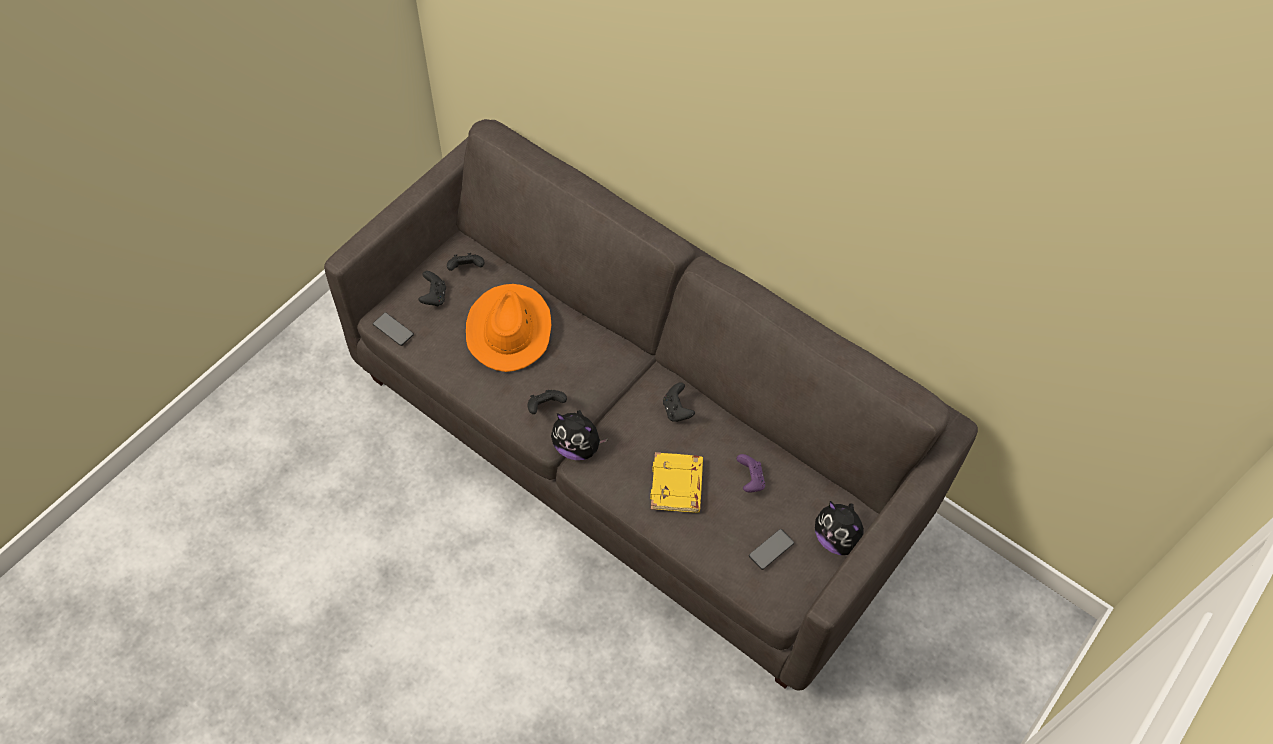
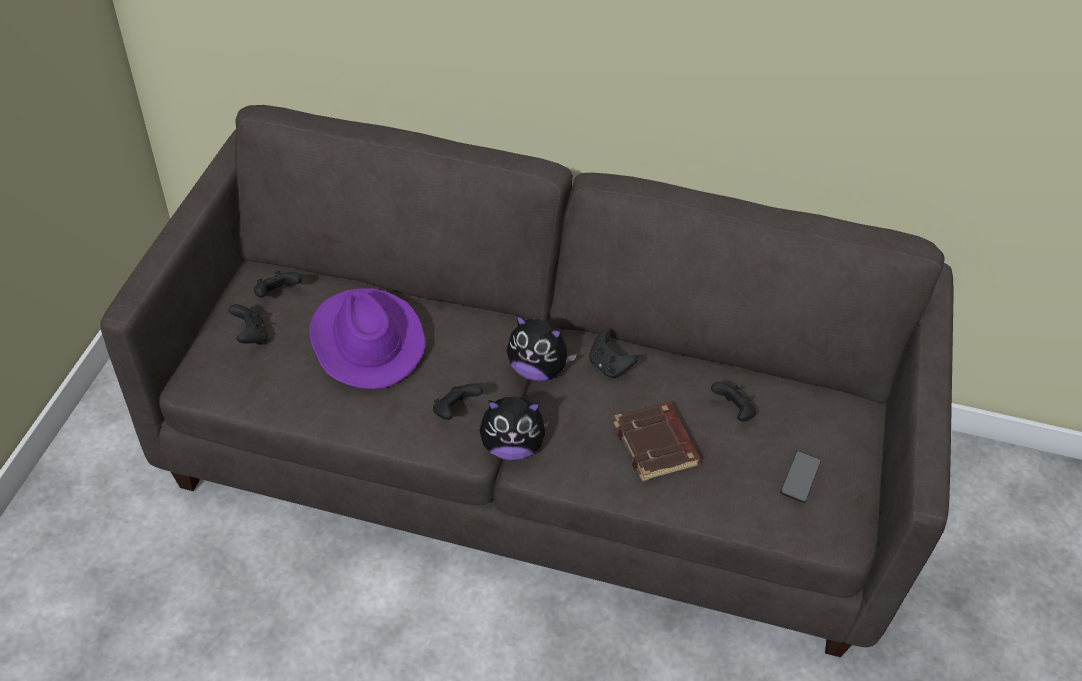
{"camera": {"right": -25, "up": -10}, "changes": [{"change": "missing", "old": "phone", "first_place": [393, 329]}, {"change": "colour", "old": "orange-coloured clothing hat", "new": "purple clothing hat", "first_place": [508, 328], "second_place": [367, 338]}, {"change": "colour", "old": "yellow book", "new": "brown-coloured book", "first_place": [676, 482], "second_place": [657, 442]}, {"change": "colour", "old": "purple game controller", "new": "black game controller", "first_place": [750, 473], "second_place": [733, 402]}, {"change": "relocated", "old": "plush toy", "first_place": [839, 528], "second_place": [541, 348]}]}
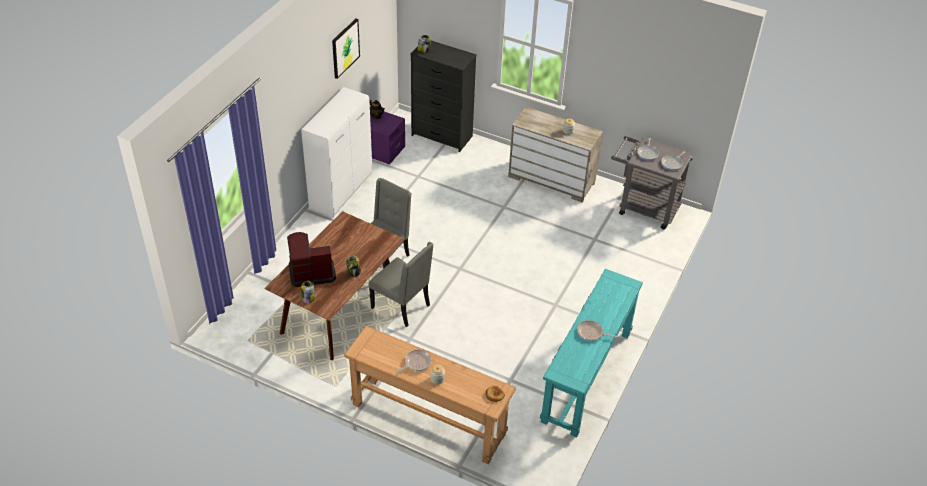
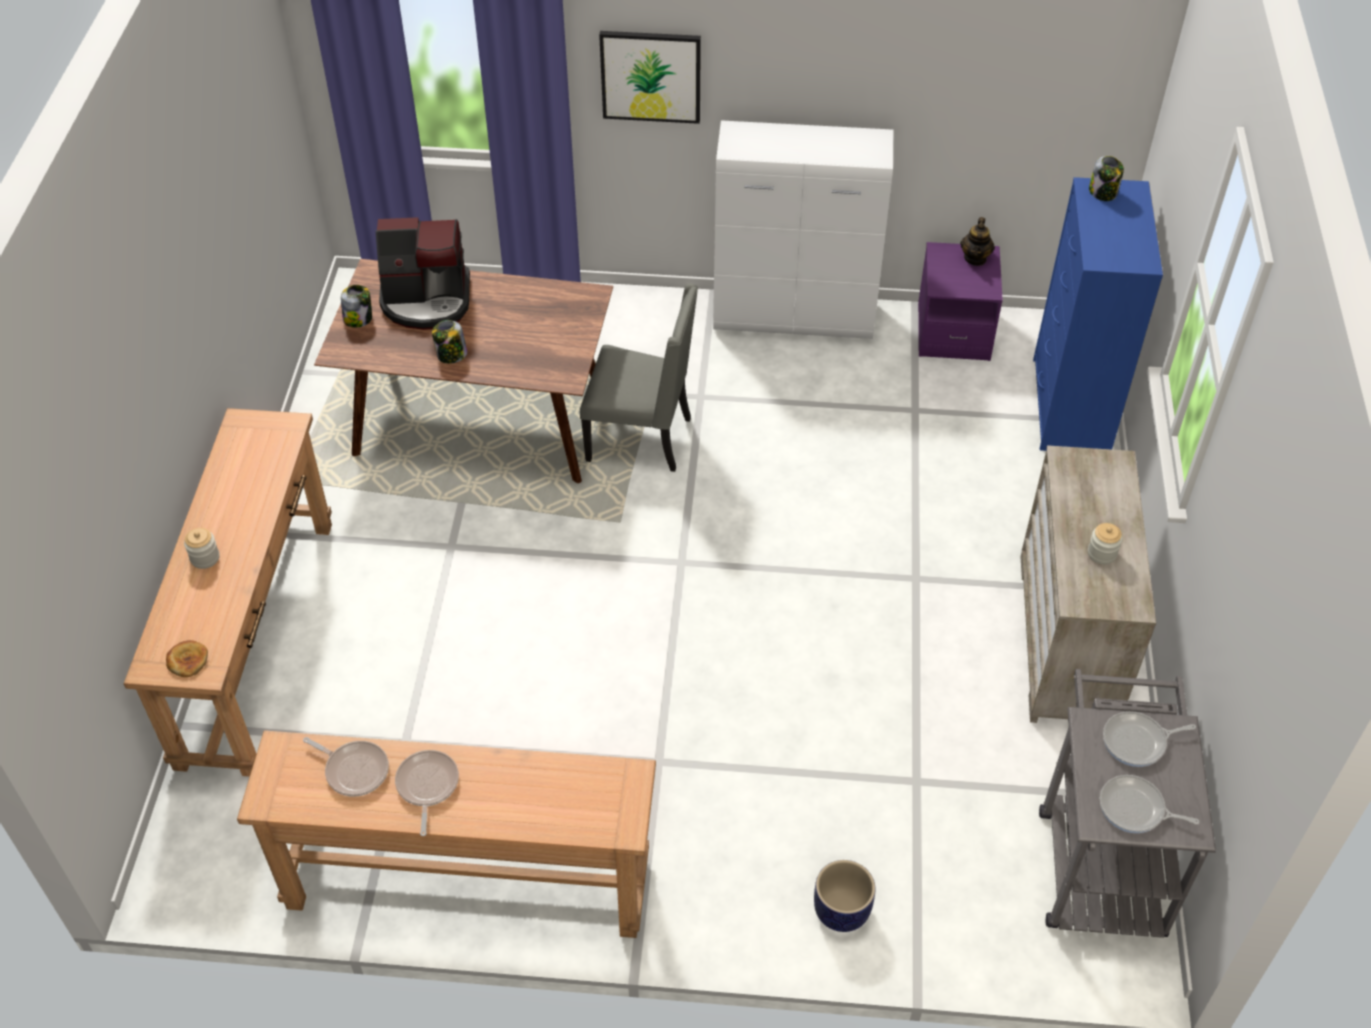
{"camera": {"right": 70, "up": 5}, "changes": [{"change": "spun", "old": "coffee maker", "first_place": [311, 259], "second_place": [423, 273], "degrees": 120}, {"change": "relocated", "old": "wall art", "first_place": [346, 49], "second_place": [650, 77]}, {"change": "missing", "old": "greyish upright chair", "first_place": [401, 284]}, {"change": "relocated", "old": "frying pan", "first_place": [413, 361], "second_place": [346, 767]}, {"change": "colour", "old": "black dresser", "new": "bluish dresser", "first_place": [443, 96], "second_place": [1098, 314]}, {"change": "colour", "old": "turquoise-coloured console table", "new": "brown-coloured console table", "first_place": [591, 353], "second_place": [446, 834]}, {"change": "appeared", "new": "flower pot", "second_place": [844, 896]}]}
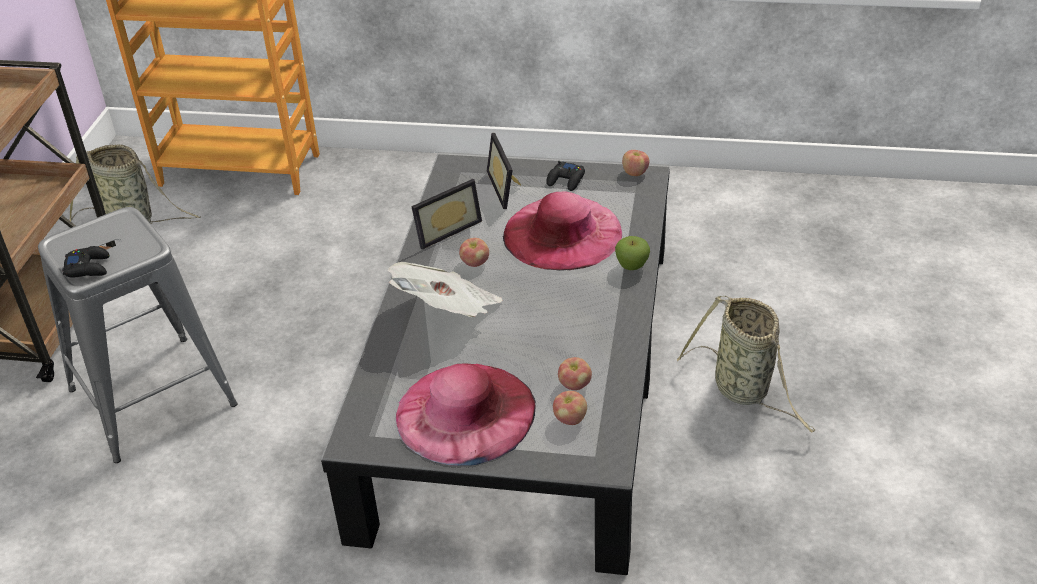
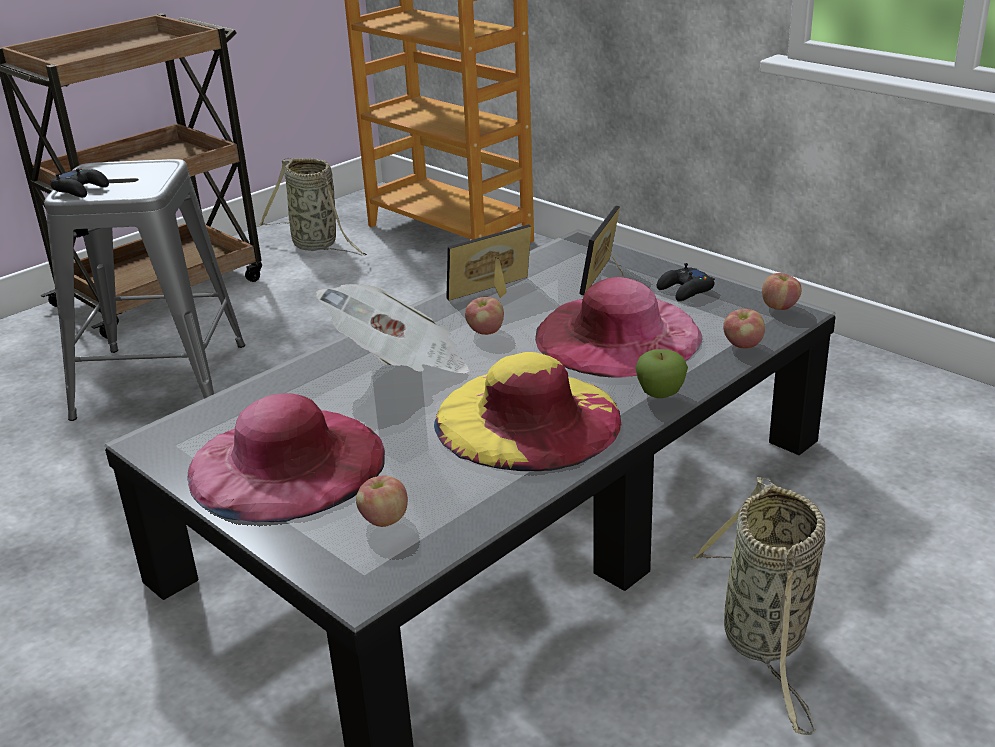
{"camera": {"right": 35, "up": -10}, "changes": [{"change": "spun", "old": "picture frame", "first_place": [446, 214], "second_place": [488, 262], "degrees": 150}, {"change": "relocated", "old": "apple", "first_place": [575, 373], "second_place": [744, 329]}, {"change": "appeared", "new": "yellow clothing hat", "second_place": [527, 411]}]}
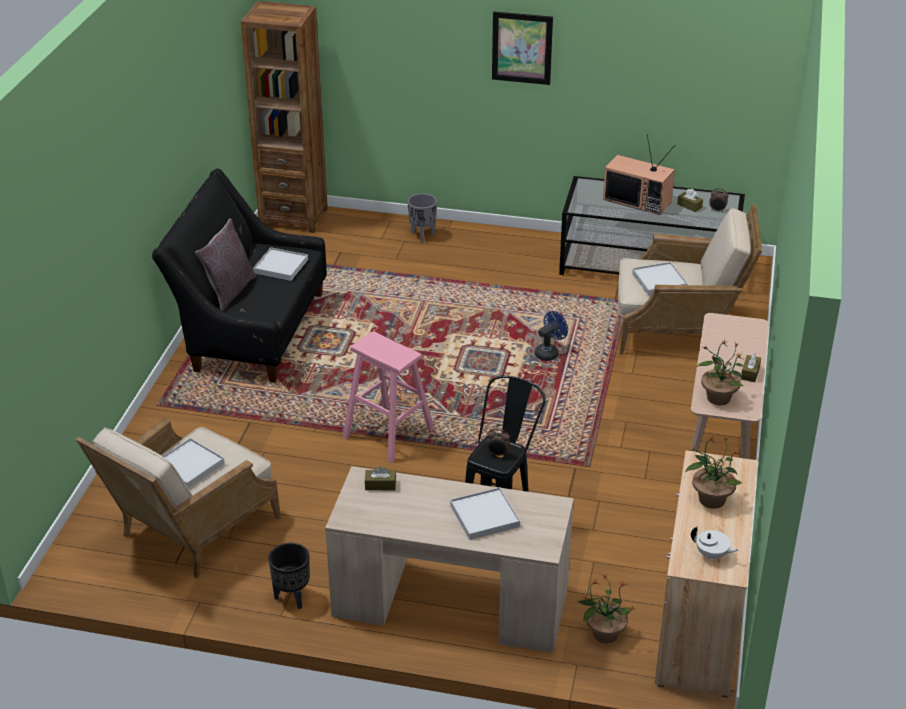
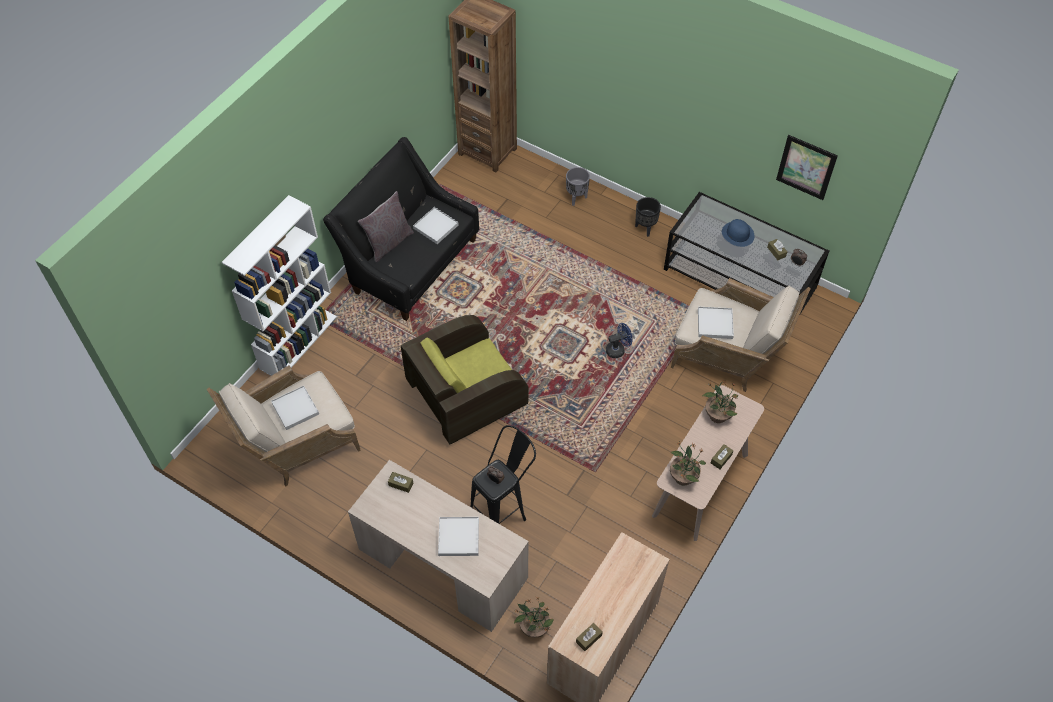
{"camera": {"right": 20, "up": 20}, "changes": [{"change": "relocated", "old": "black flower pot", "first_place": [289, 576], "second_place": [648, 217]}, {"change": "exchanged", "old": "pinkish sitting stool", "new": "brown-coloured easy chair", "first_place": [388, 397], "second_place": [464, 380]}, {"change": "relocated", "old": "wall art", "first_place": [522, 48], "second_place": [807, 167]}, {"change": "exchanged", "old": "television", "new": "bluish clothing hat", "first_place": [639, 174], "second_place": [738, 233]}, {"change": "relocated", "old": "plant in a pot", "first_place": [713, 472], "second_place": [721, 402]}, {"change": "exchanged", "old": "white-coloured teapot", "new": "brown-coloured tissue box", "first_place": [715, 543], "second_place": [589, 637]}, {"change": "appeared", "new": "white-coloured bookshelf", "second_place": [279, 285]}]}
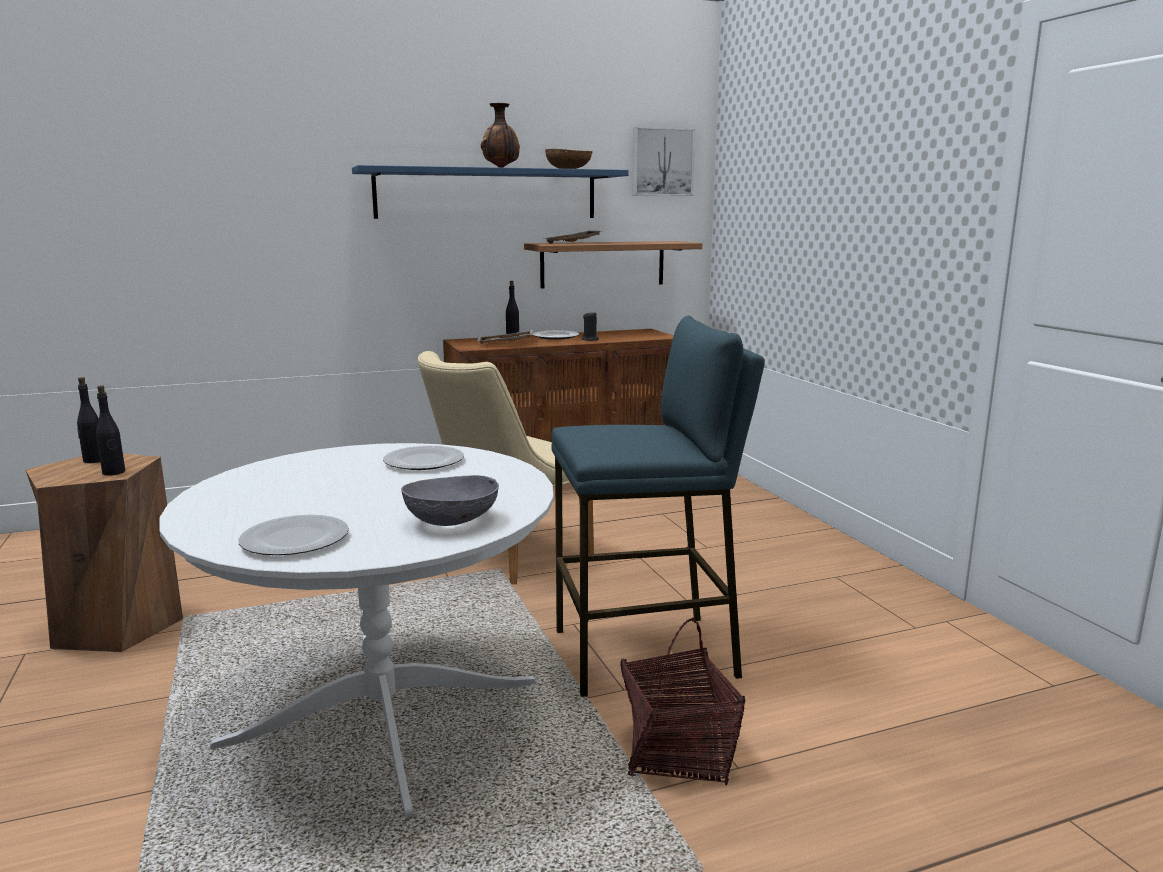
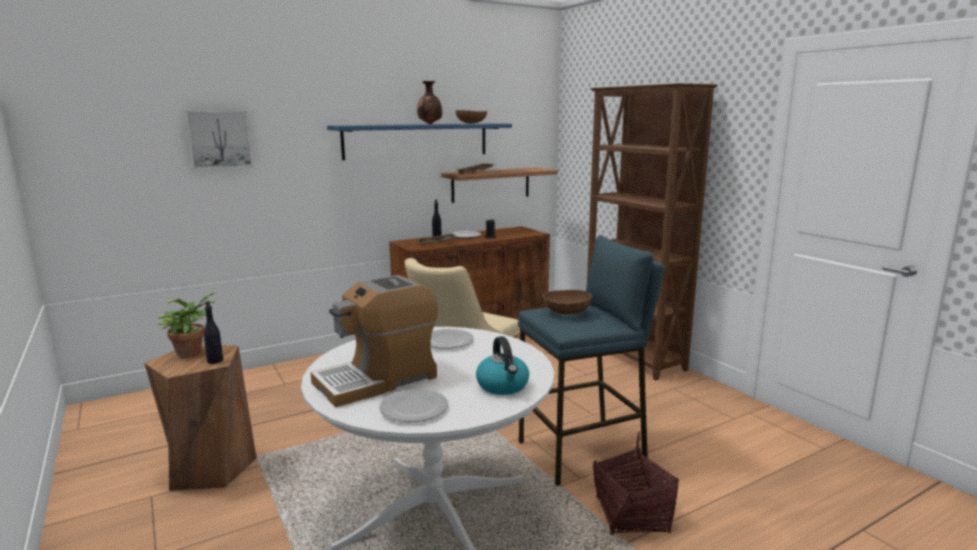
{"camera": {"right": -10, "up": 0}, "changes": [{"change": "exchanged", "old": "black drink bottle", "new": "plant in a pot", "first_place": [88, 420], "second_place": [187, 325]}, {"change": "exchanged", "old": "greyish deep dish", "new": "tea kettle", "first_place": [450, 500], "second_place": [502, 365]}, {"change": "relocated", "old": "wall art", "first_place": [663, 161], "second_place": [219, 140]}, {"change": "appeared", "new": "coffee maker", "second_place": [374, 341]}, {"change": "appeared", "new": "brown-coloured deep dish", "second_place": [567, 302]}, {"change": "appeared", "new": "brown-coloured bookshelf", "second_place": [652, 231]}]}
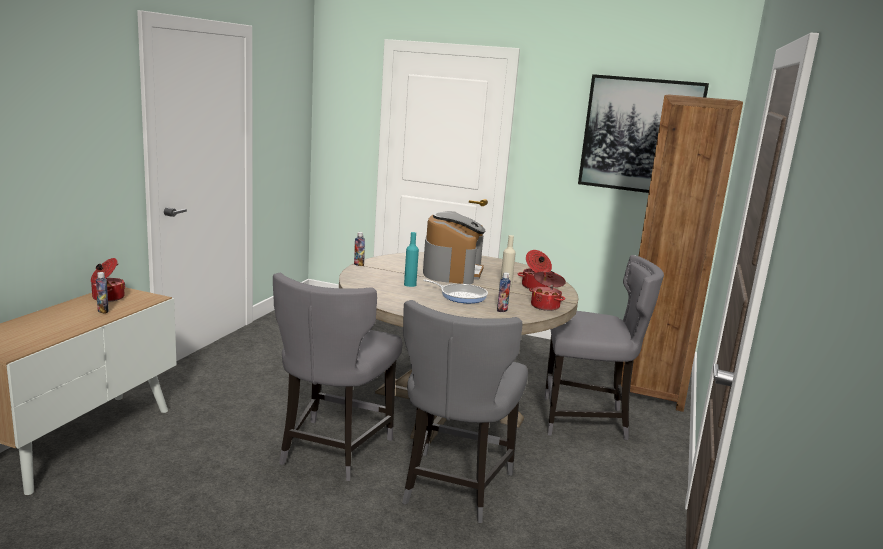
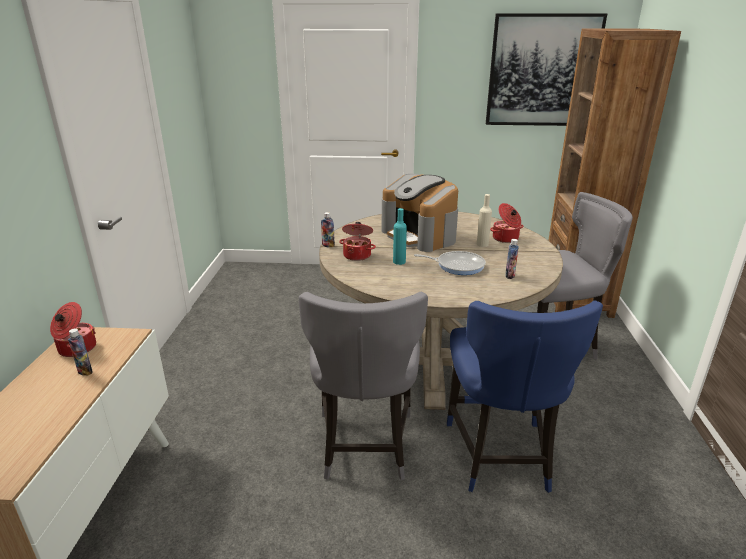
{"camera": {"right": -15, "up": 10}, "changes": [{"change": "colour", "old": "greyish upright chair", "new": "bluish upright chair", "first_place": [465, 411], "second_place": [525, 396]}, {"change": "spun", "old": "coffee maker", "first_place": [454, 247], "second_place": [420, 213], "degrees": 150}, {"change": "relocated", "old": "stockpot", "first_place": [547, 291], "second_place": [357, 241]}]}
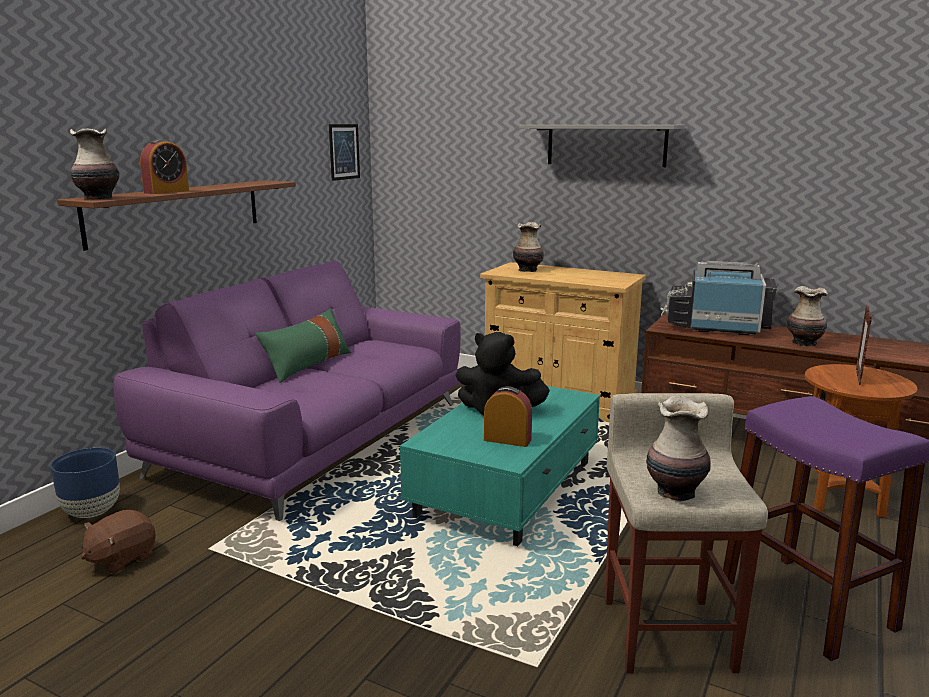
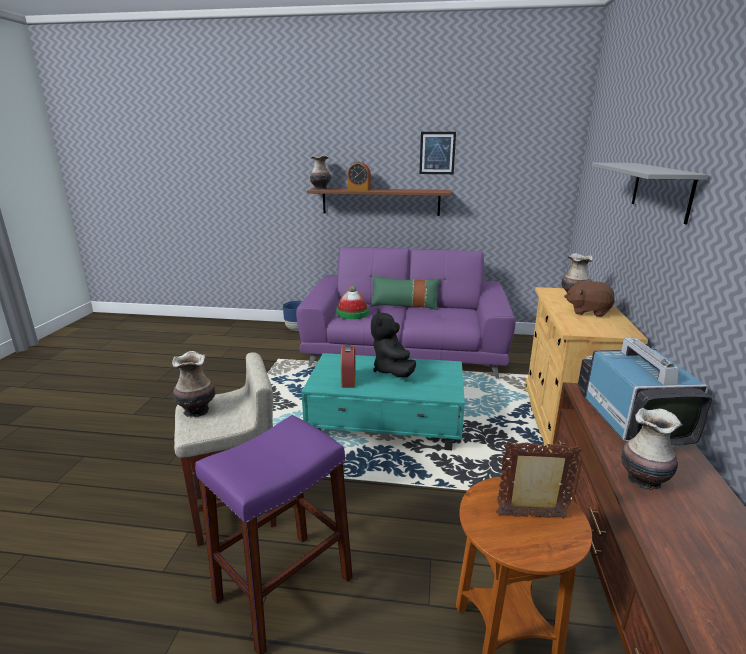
{"camera": {"right": 70, "up": 5}, "changes": [{"change": "relocated", "old": "brown-coloured plush toy", "first_place": [118, 542], "second_place": [589, 299]}, {"change": "relocated", "old": "wall art", "first_place": [344, 152], "second_place": [438, 153]}, {"change": "appeared", "new": "clothing hat", "second_place": [352, 302]}]}
